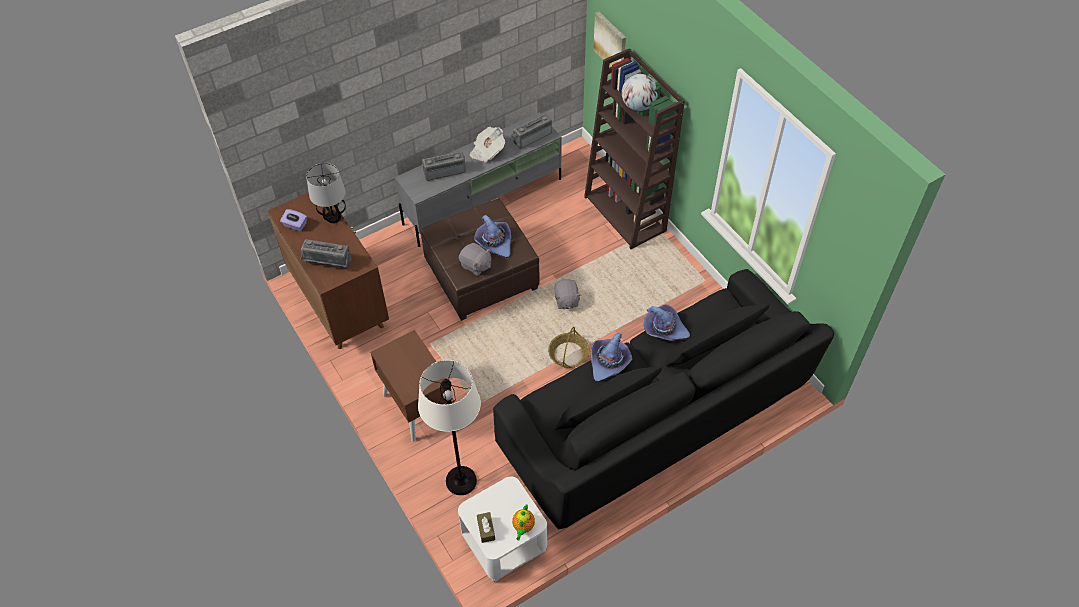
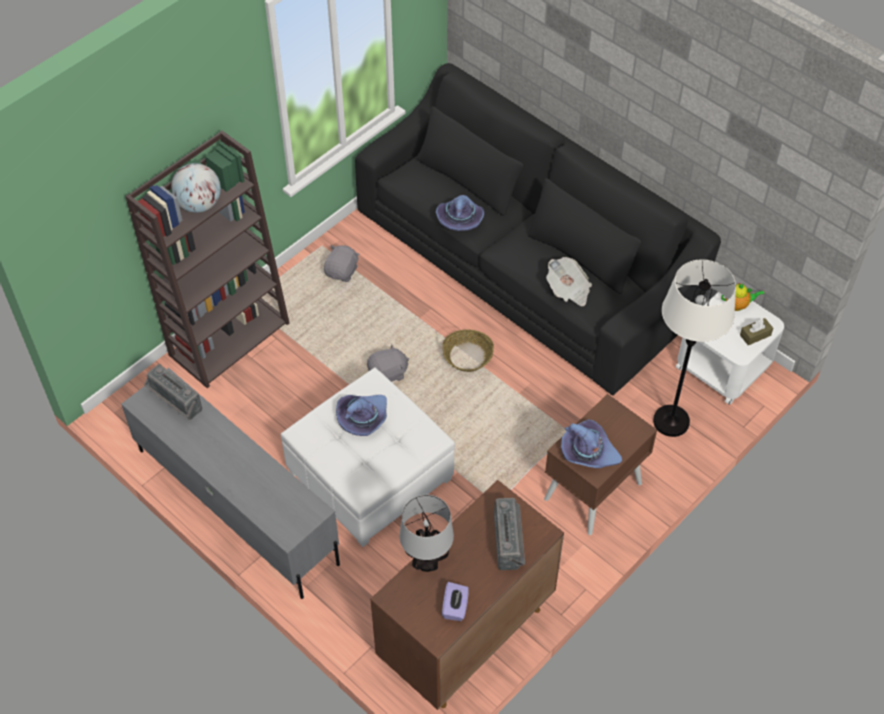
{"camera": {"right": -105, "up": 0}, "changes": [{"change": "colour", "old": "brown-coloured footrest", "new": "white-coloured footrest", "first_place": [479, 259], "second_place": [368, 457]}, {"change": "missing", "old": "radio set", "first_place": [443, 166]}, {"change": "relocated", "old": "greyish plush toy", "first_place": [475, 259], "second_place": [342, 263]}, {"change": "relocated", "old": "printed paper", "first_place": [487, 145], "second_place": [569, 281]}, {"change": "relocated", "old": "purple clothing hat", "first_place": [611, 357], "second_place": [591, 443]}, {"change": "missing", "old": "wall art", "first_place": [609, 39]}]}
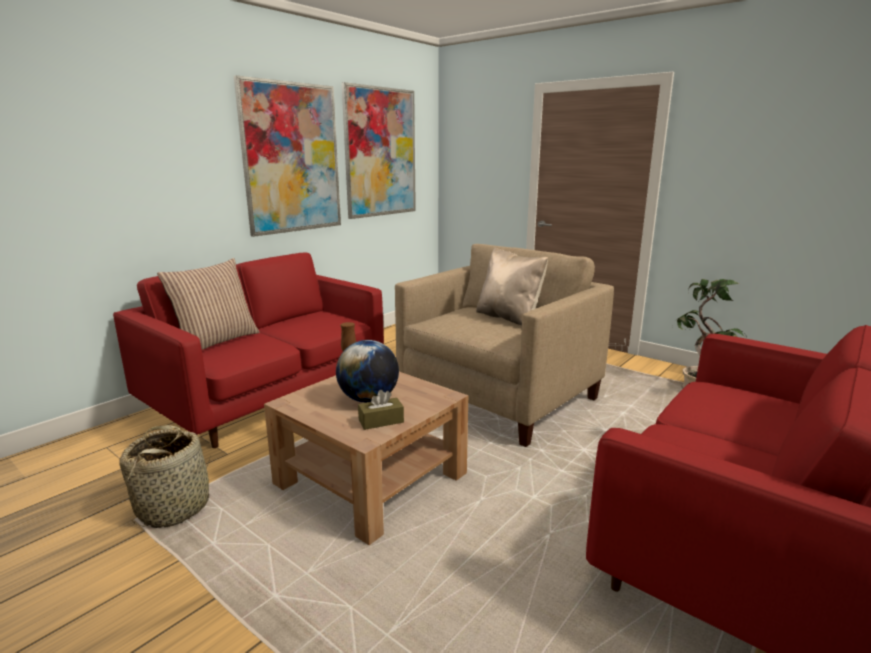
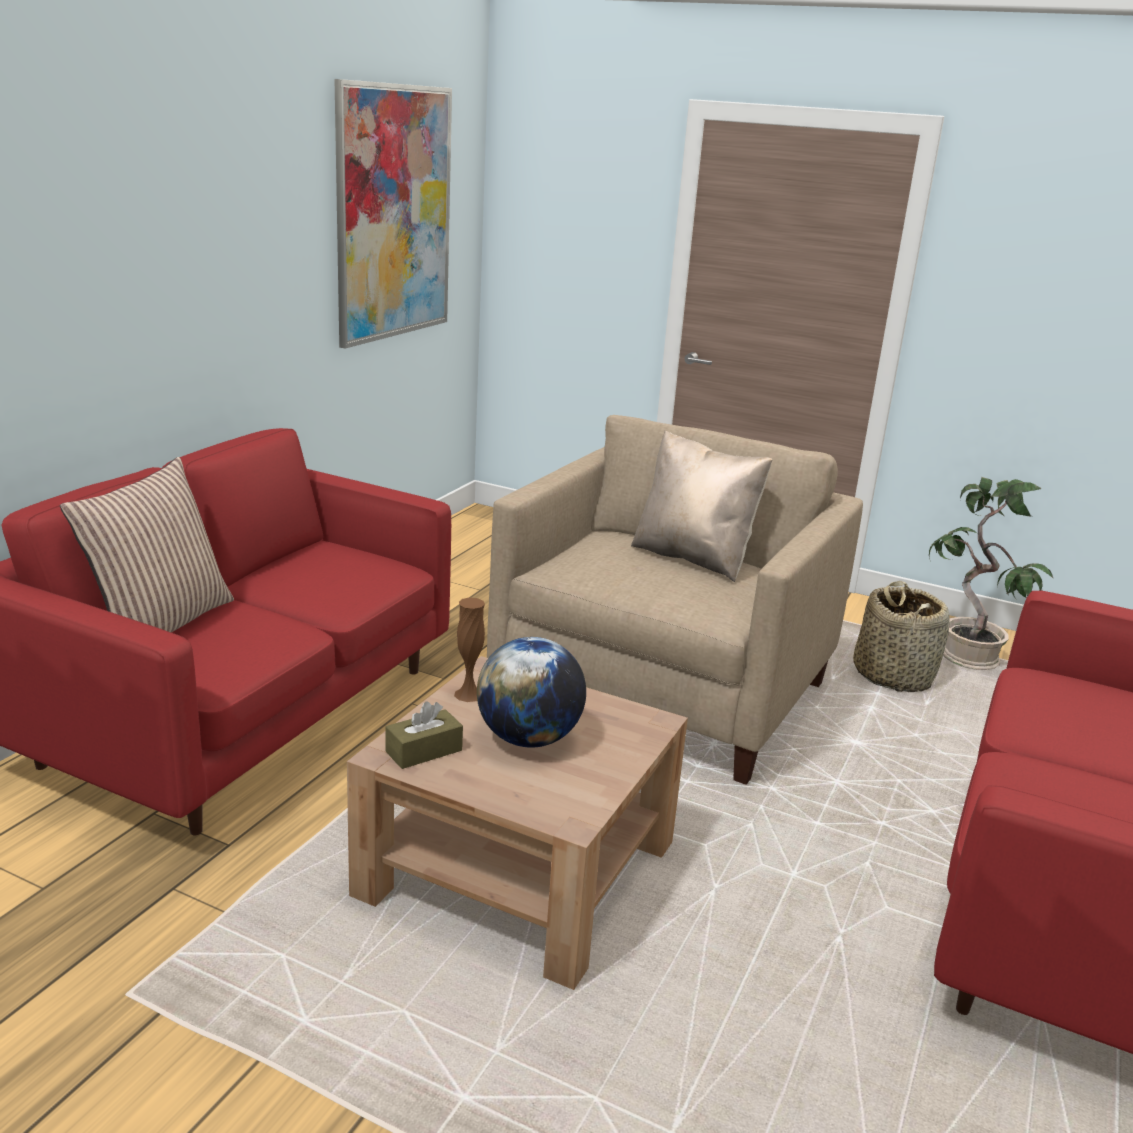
{"camera": {"right": -15, "up": 5}, "changes": [{"change": "relocated", "old": "storage basket", "first_place": [165, 476], "second_place": [901, 636]}, {"change": "missing", "old": "wall art", "first_place": [287, 156]}, {"change": "relocated", "old": "brown-coloured tissue box", "first_place": [381, 410], "second_place": [424, 735]}]}
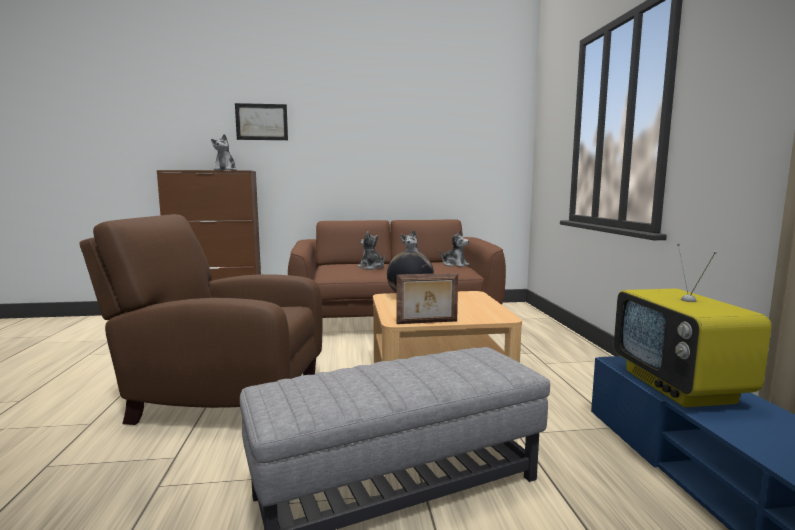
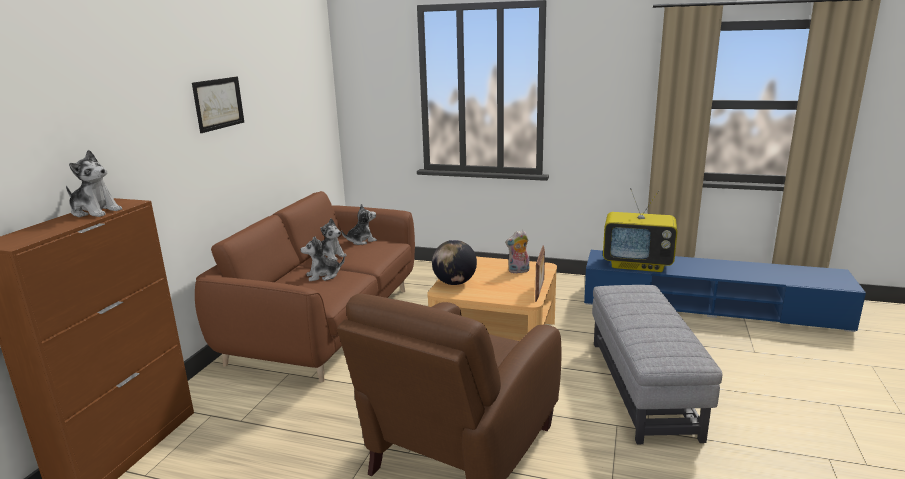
{"camera": {"right": -65, "up": 10}, "changes": [{"change": "relocated", "old": "wall art", "first_place": [261, 121], "second_place": [218, 105]}, {"change": "appeared", "new": "plush toy", "second_place": [517, 252]}]}
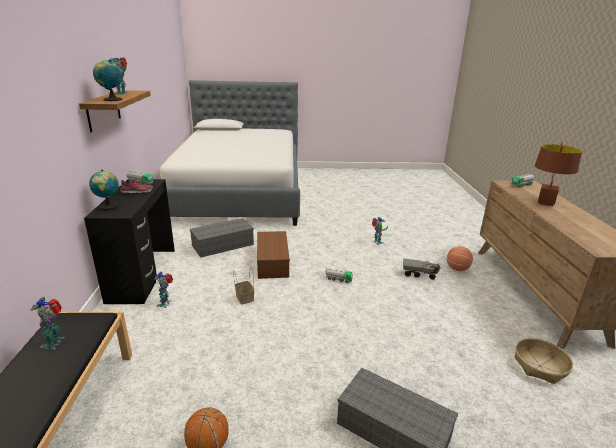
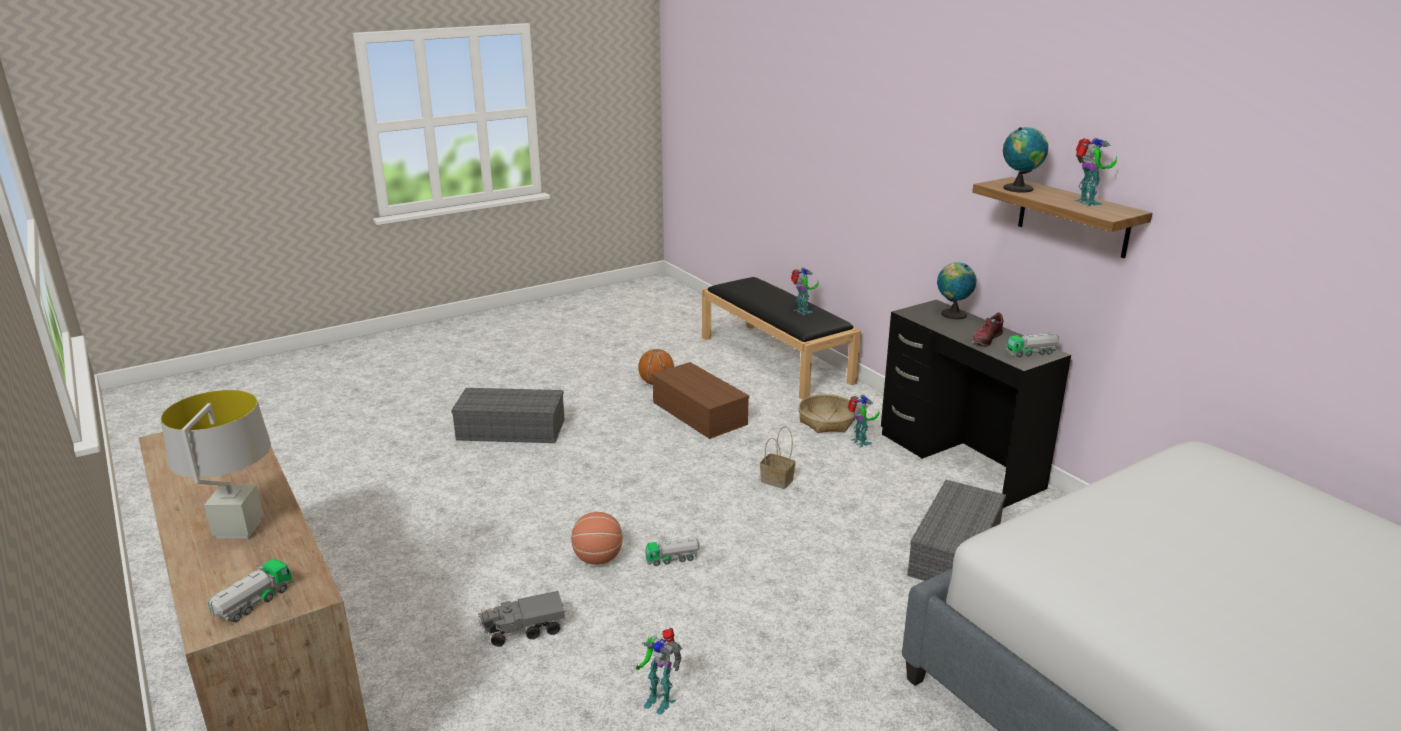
{"camera": {"right": 150, "up": 0}, "changes": [{"change": "relocated", "old": "brown-coloured storage container", "first_place": [273, 255], "second_place": [700, 400]}, {"change": "relocated", "old": "basketball ball", "first_place": [460, 258], "second_place": [597, 538]}, {"change": "relocated", "old": "storage basket", "first_place": [544, 361], "second_place": [827, 413]}, {"change": "colour", "old": "brown-coloured tabletop lamp", "new": "greyish tabletop lamp", "first_place": [558, 174], "second_place": [216, 464]}]}
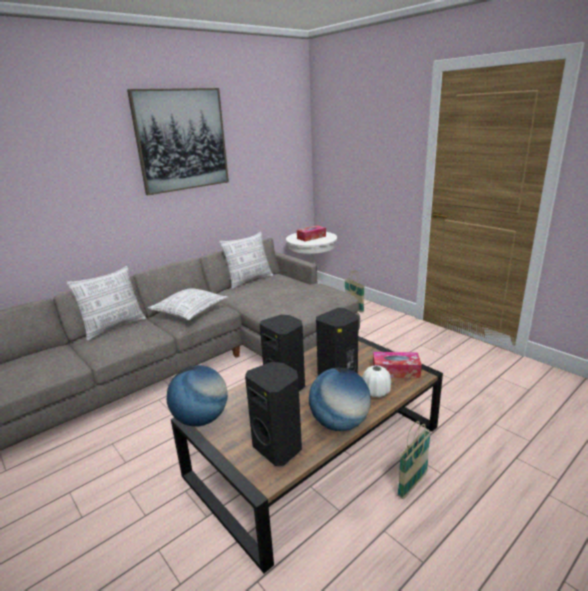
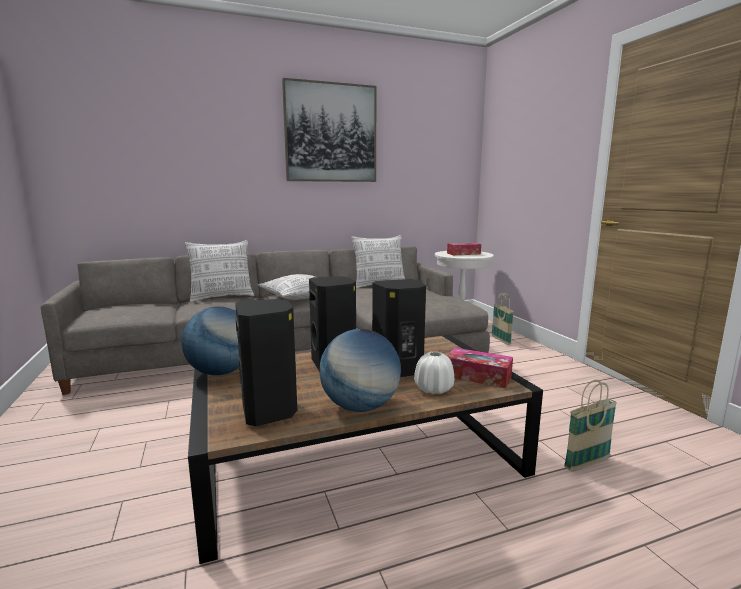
{"camera": {"right": 20, "up": -10}, "changes": [{"change": "relocated", "old": "storage basket", "first_place": [414, 460], "second_place": [590, 425]}]}
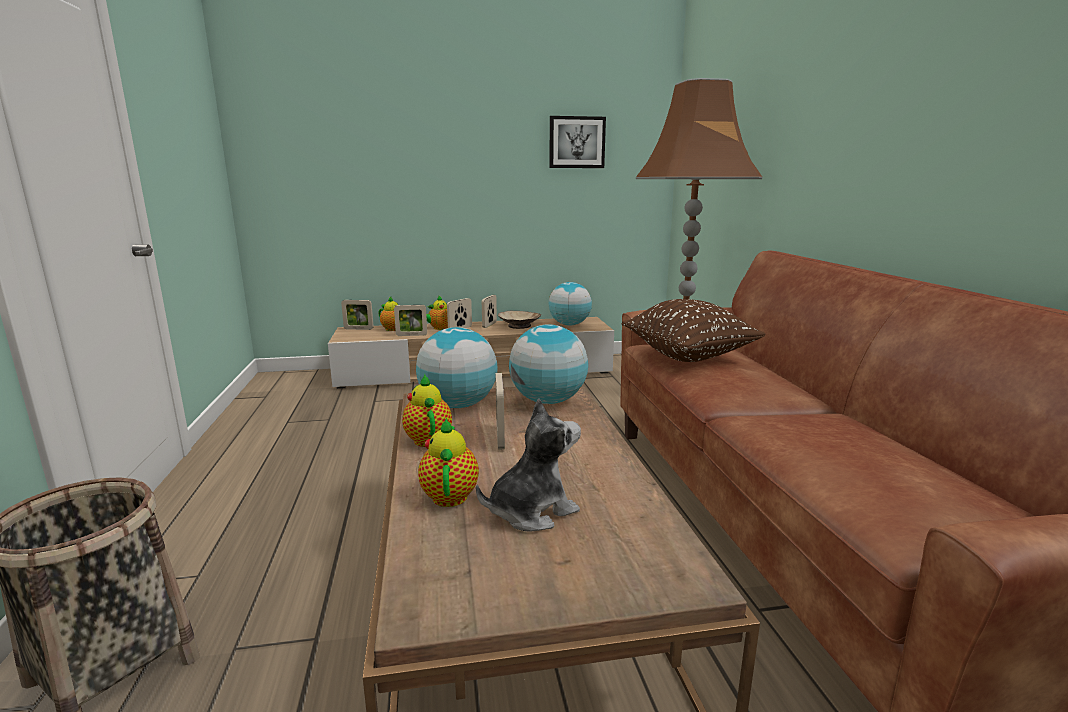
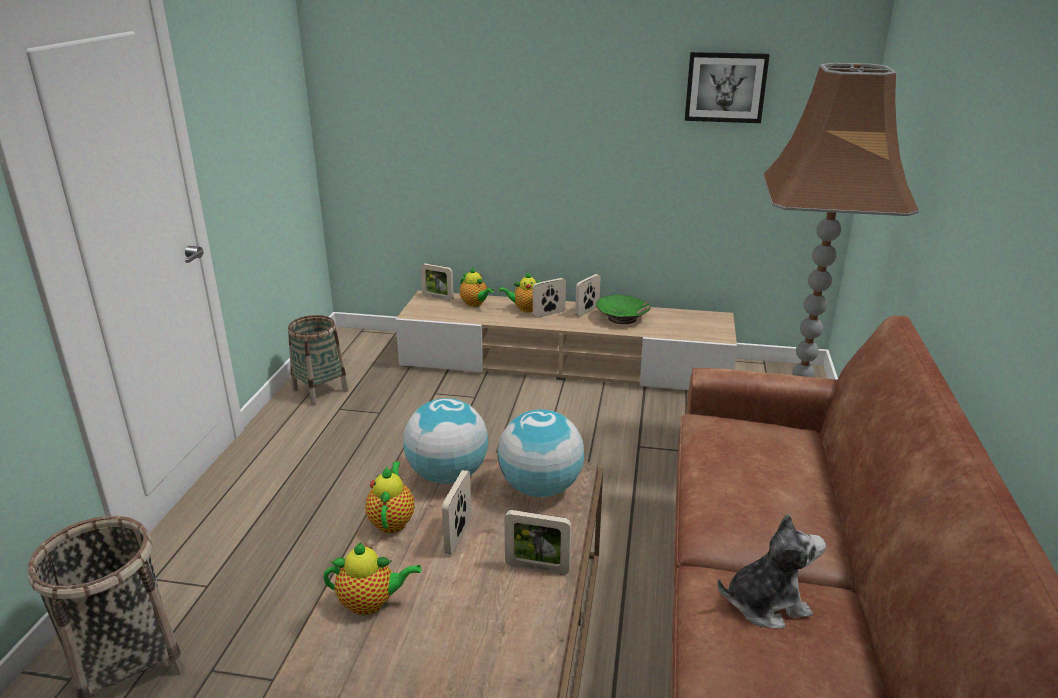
{"camera": {"right": 20, "up": 10}, "changes": [{"change": "relocated", "old": "picture frame", "first_place": [410, 320], "second_place": [538, 542]}, {"change": "spun", "old": "teapot", "first_place": [448, 462], "second_place": [372, 579], "degrees": 75}, {"change": "relocated", "old": "plush toy", "first_place": [528, 465], "second_place": [771, 571]}, {"change": "colour", "old": "beige-coloured deep dish", "new": "green-coloured deep dish", "first_place": [519, 320], "second_place": [623, 309]}, {"change": "missing", "old": "world globe", "first_place": [570, 303]}, {"change": "missing", "old": "brown-coloured cushion", "first_place": [693, 330]}, {"change": "appeared", "new": "storage basket", "second_place": [318, 360]}]}
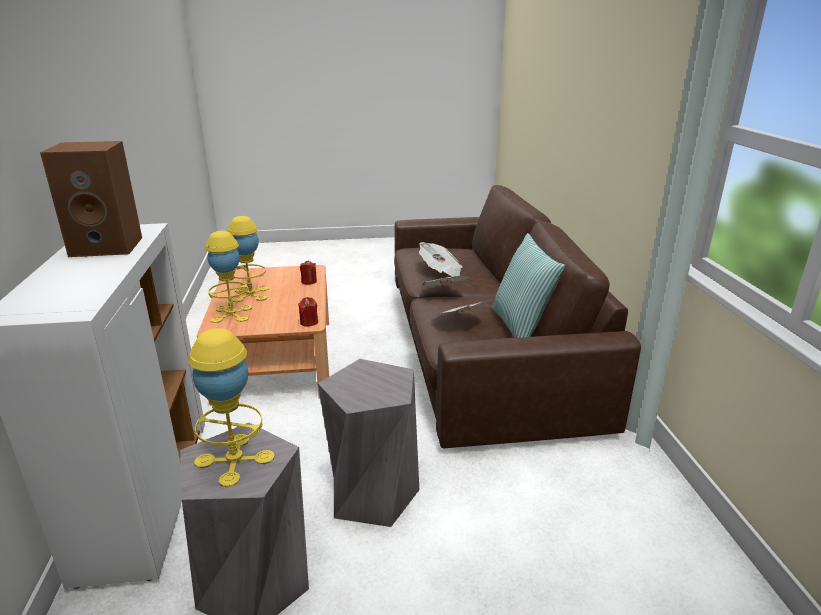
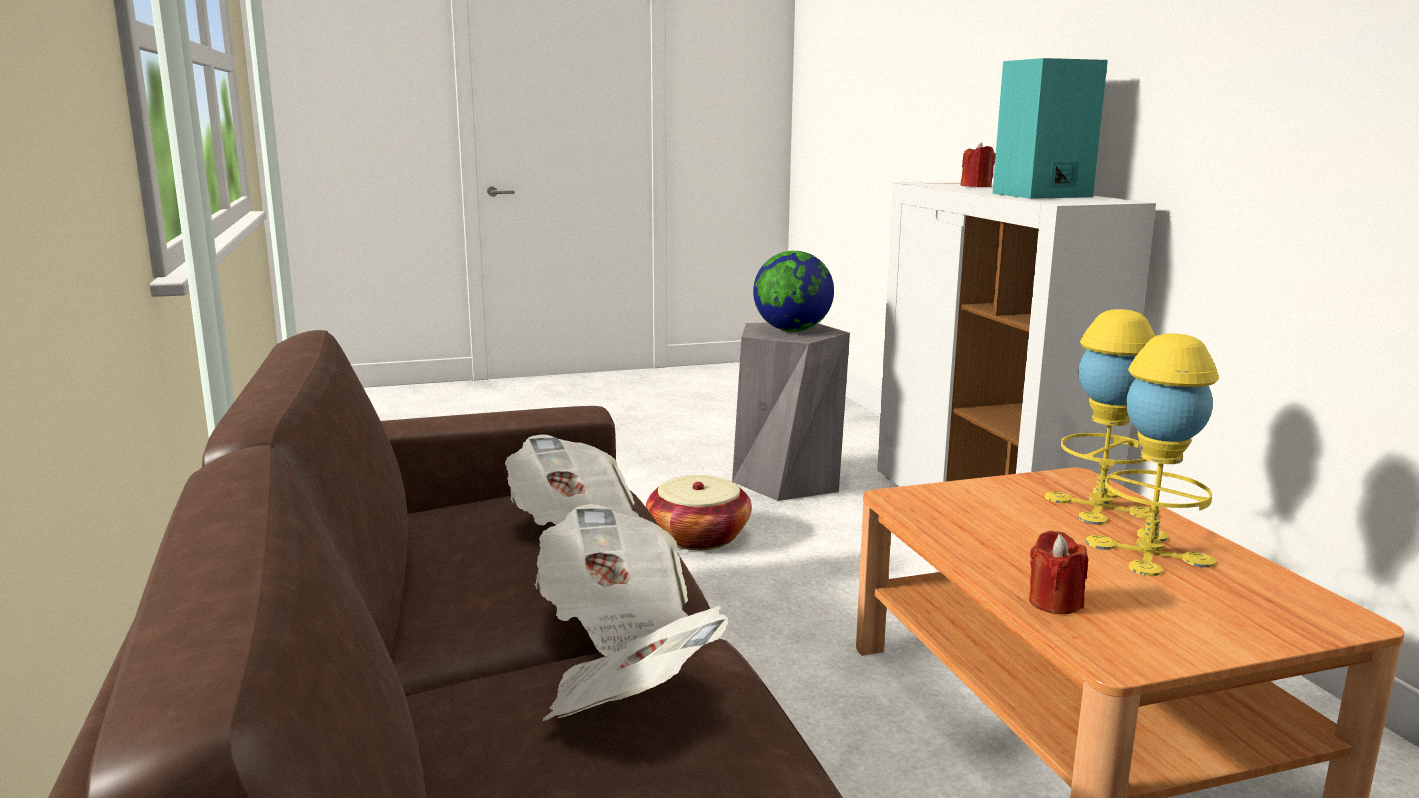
{"camera": {"right": 170, "up": -10}, "changes": [{"change": "colour", "old": "brown-coloured audio speaker", "new": "turquoise-coloured audio speaker", "first_place": [91, 199], "second_place": [1050, 128]}, {"change": "exchanged", "old": "yellow tabletop lamp", "new": "world globe", "first_place": [231, 407], "second_place": [793, 291]}, {"change": "relocated", "old": "red candle", "first_place": [308, 312], "second_place": [978, 165]}, {"change": "exchanged", "old": "greyish sitting stool", "new": "storage basket", "first_place": [368, 443], "second_place": [699, 512]}, {"change": "missing", "old": "cushion", "first_place": [528, 285]}]}
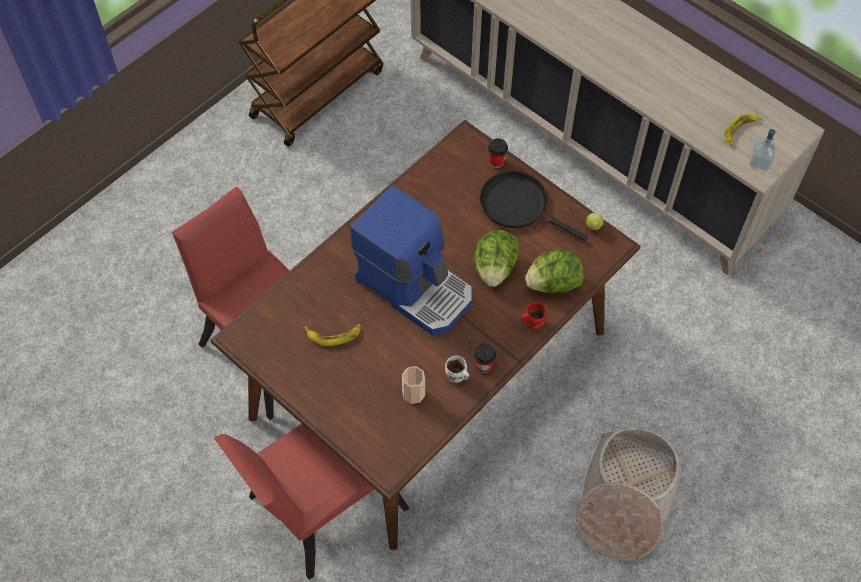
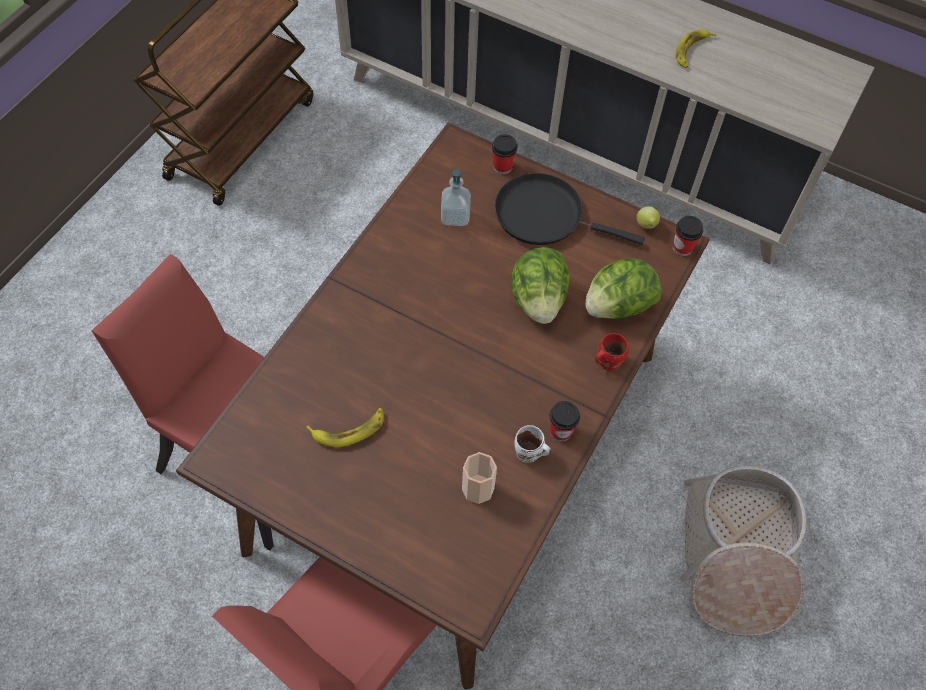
{"camera": {"right": -15, "up": 0}, "changes": [{"change": "missing", "old": "coffee maker", "first_place": [411, 260]}, {"change": "relocated", "old": "banana fruit", "first_place": [744, 129], "second_place": [695, 48]}, {"change": "relocated", "old": "soap bottle", "first_place": [762, 150], "second_place": [456, 197]}, {"change": "appeared", "new": "small cup", "second_place": [688, 236]}]}
